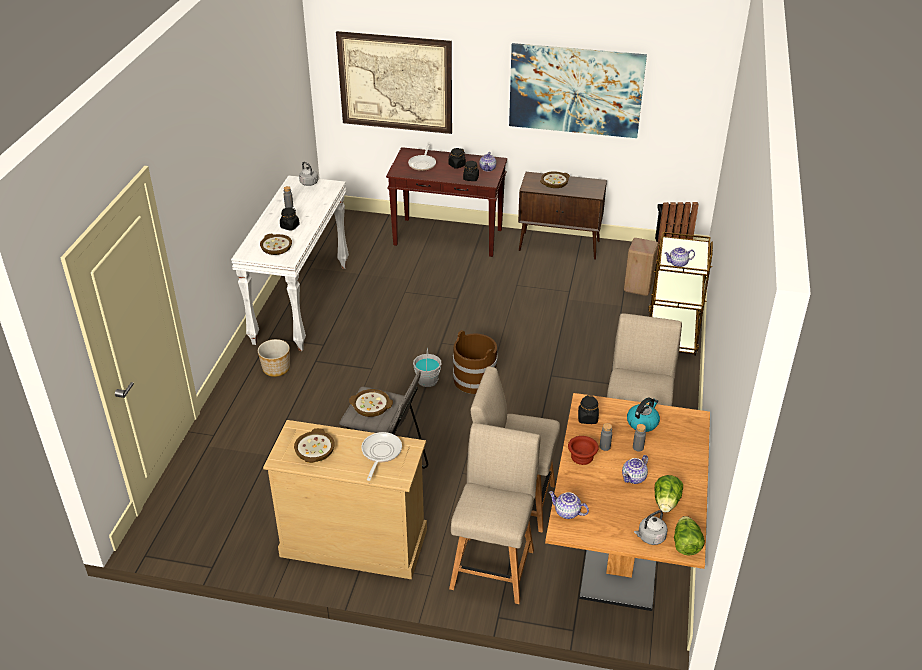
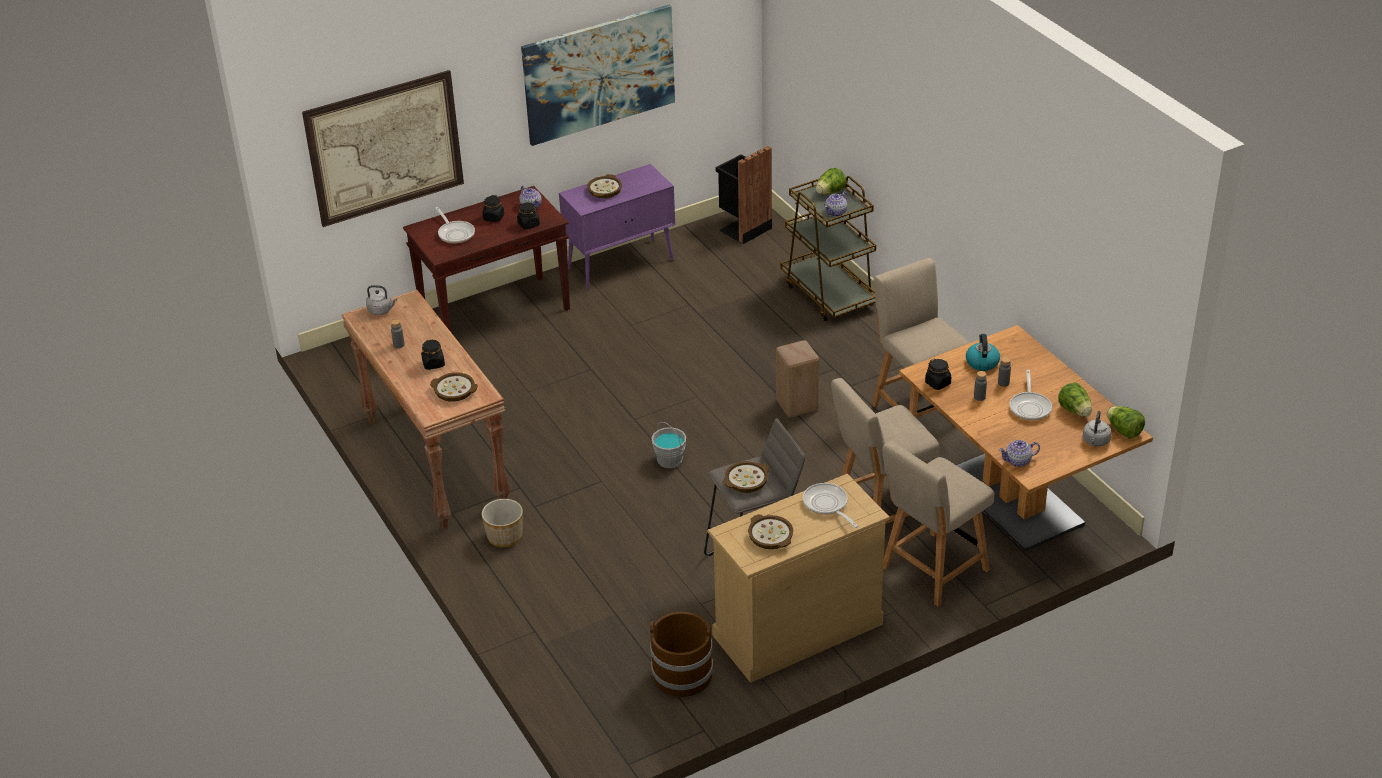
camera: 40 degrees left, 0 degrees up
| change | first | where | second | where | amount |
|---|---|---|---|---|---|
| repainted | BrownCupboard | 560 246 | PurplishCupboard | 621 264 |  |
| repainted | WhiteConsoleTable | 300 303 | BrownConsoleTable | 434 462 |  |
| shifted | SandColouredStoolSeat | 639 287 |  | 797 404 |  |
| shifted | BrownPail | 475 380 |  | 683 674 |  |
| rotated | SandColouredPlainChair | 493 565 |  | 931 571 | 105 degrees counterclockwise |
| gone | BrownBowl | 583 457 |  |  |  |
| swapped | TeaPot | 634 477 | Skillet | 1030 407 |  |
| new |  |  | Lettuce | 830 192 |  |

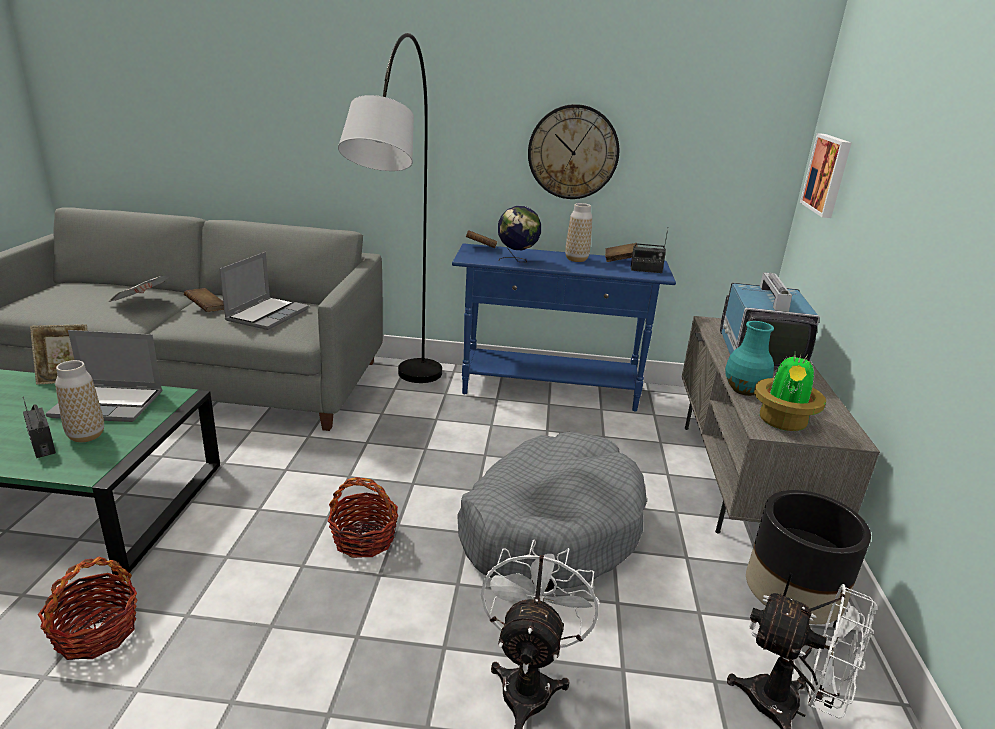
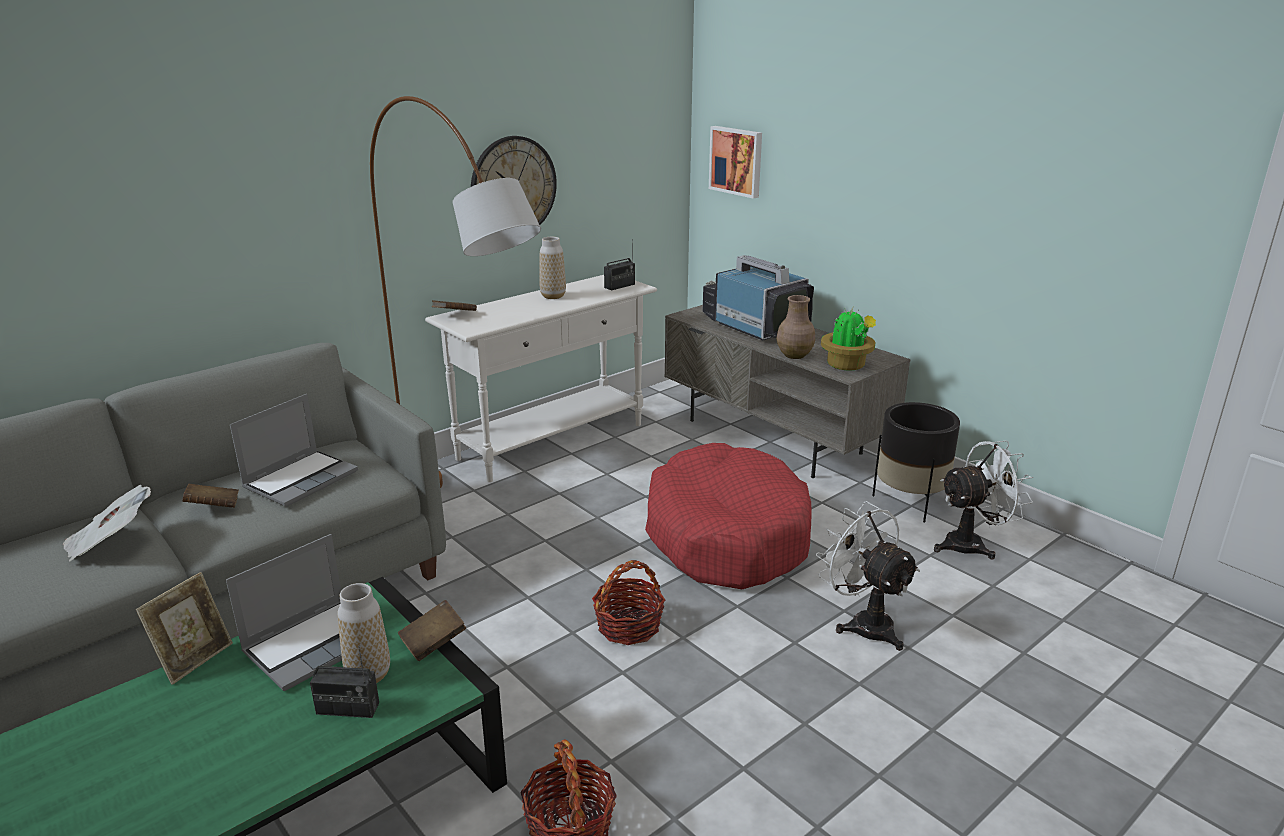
camera: 45 degrees left, 0 degrees up
| change | first | where | second | where | amount |
|---|---|---|---|---|---|
| repainted | GreyishFloorLamp | 401 413 | BrownFloorLamp | 469 526 |  |
| gone | Globe | 517 261 |  |  |  |
| repainted | BlueConsoleTable | 550 390 | WhiteConsoleTable | 552 442 |  |
| shifted | BrownBoundBook | 620 260 |  | 433 642 |  |
| rotated | NotebookComputer | 267 314 |  | 301 479 | 60 degrees clockwise |
| repainted | BlueGreenVase | 743 390 | BrownVase | 794 355 |  |
| repainted | GreyishDogBed | 550 527 | RedColouredDogBed | 726 536 |  |

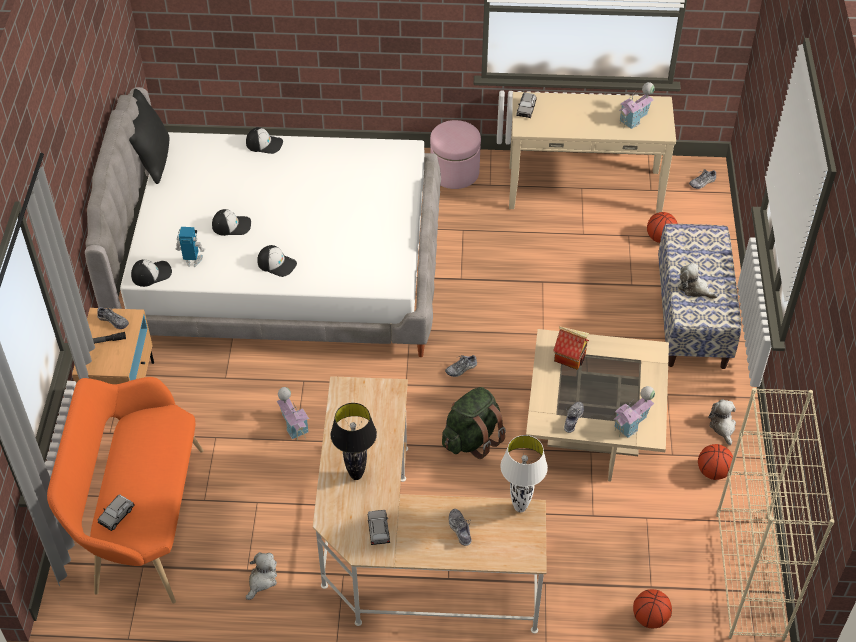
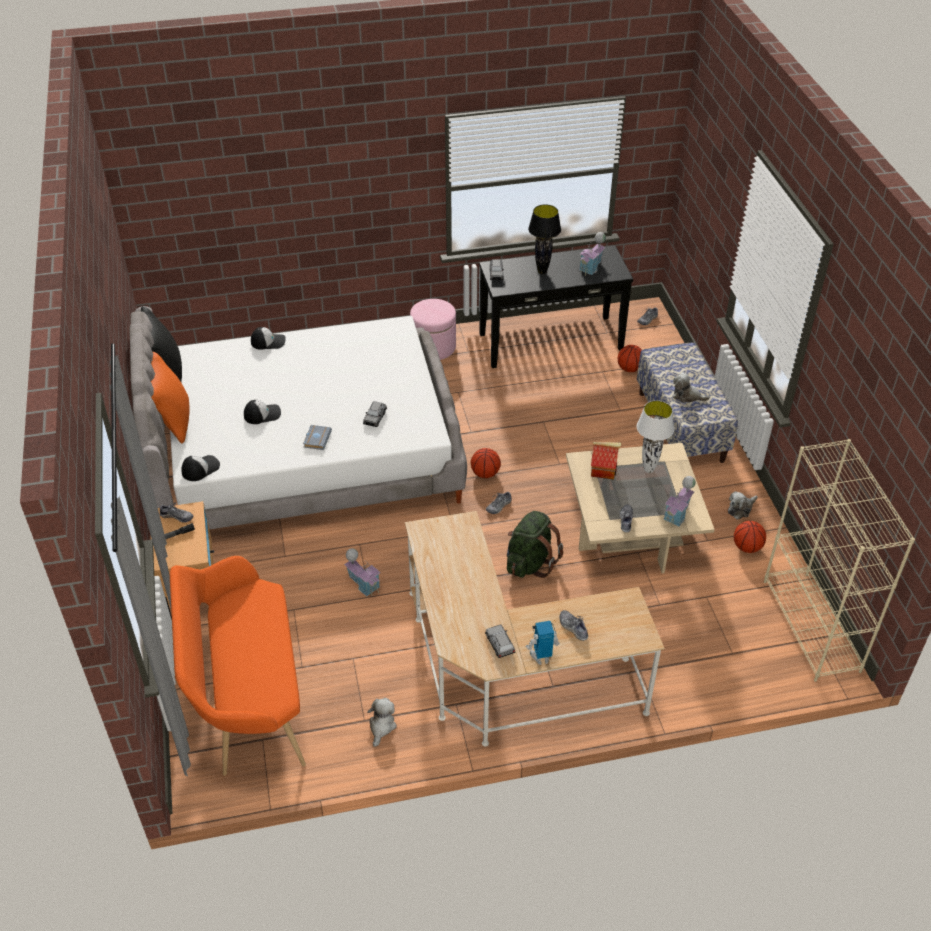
camera: 15 degrees left, 5 degrees down
| change | first | where | second | where | amount |
|---|---|---|---|---|---|
| repainted | SandColouredConsoleTable | 584 189 | BlackConsoleTable | 550 341 |  |
| shifted | RobotFigure | 192 261 |  | 541 657 |  |
| swapped | Cap | 277 264 | GreyishBoundBook | 316 439 |  |
| rotated | SoftToy | 722 427 |  | 740 509 | 105 degrees counterclockwise |
| shifted | BlackTableLamp | 356 475 |  | 542 272 |  |
| shifted | WhiteTableLamp | 519 507 |  | 648 469 |  |
| shifted | GreyishMiniatureCar | 116 515 |  | 375 418 |  |
| shifted | Basketball | 650 618 |  | 485 473 |  |
| new |  |  | OrangeColouredPillow | 173 421 |  |

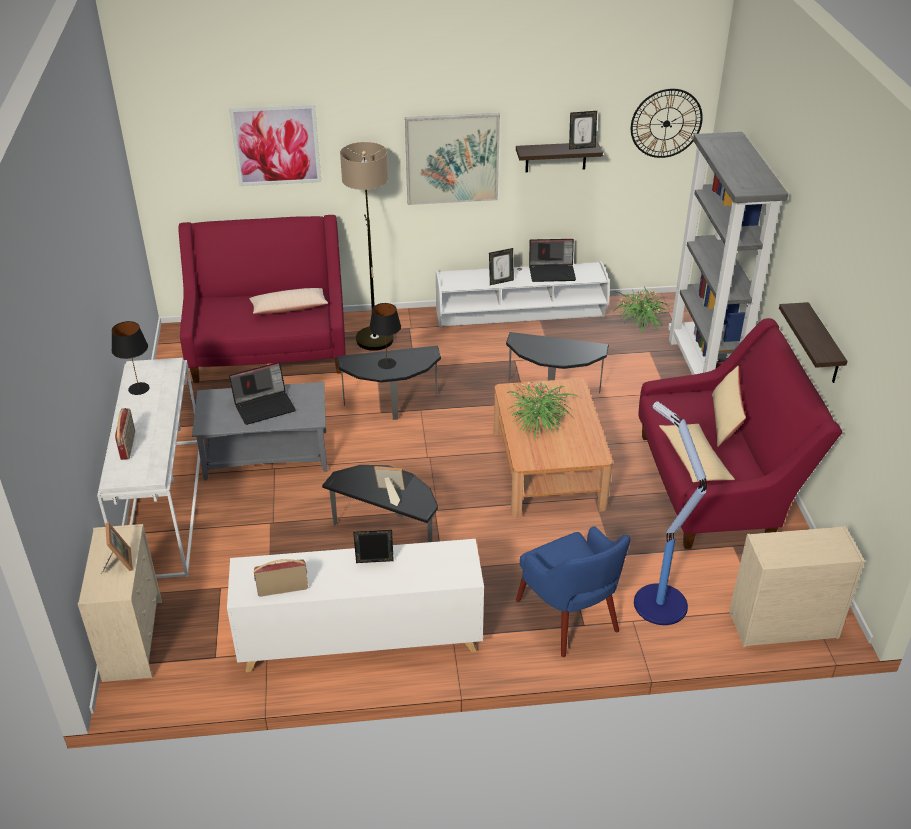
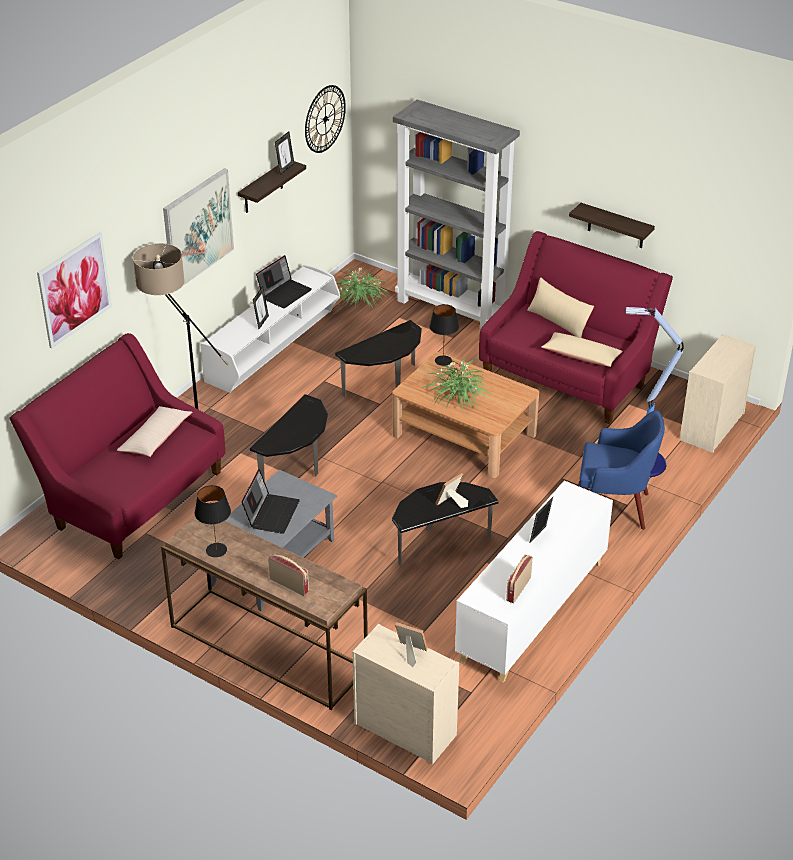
camera: 50 degrees left, 0 degrees up
| change | first | where | second | where | amount |
|---|---|---|---|---|---|
| shifted | BlackTableLamp | 386 363 |  | 443 360 |  |
| repainted | WhiteConsoleTable | 163 506 | BrownConsoleTable | 266 648 |  |

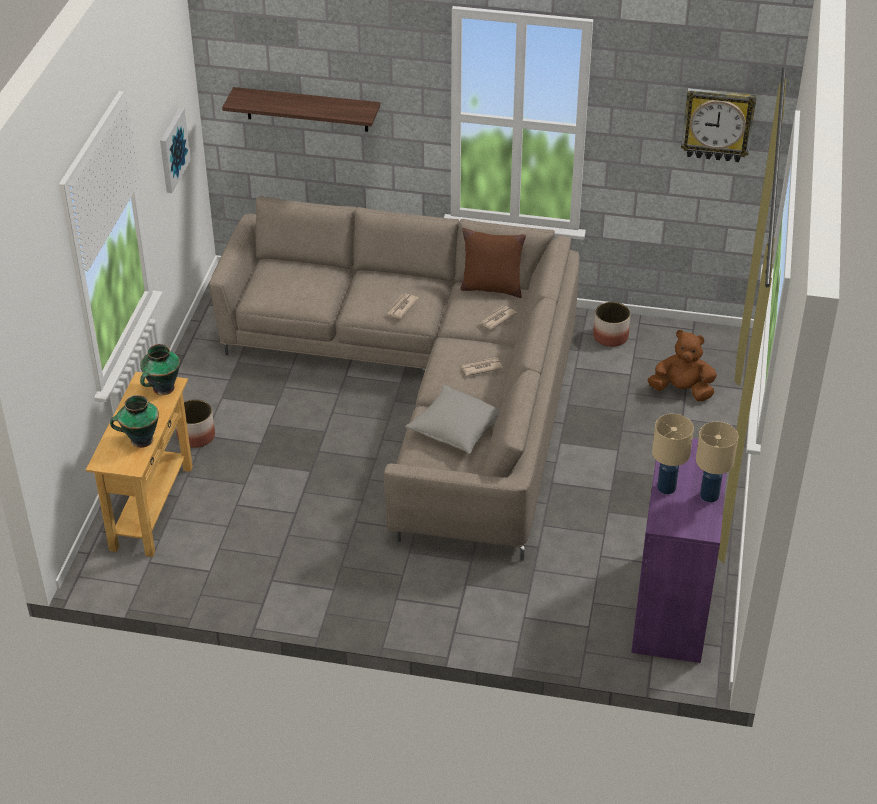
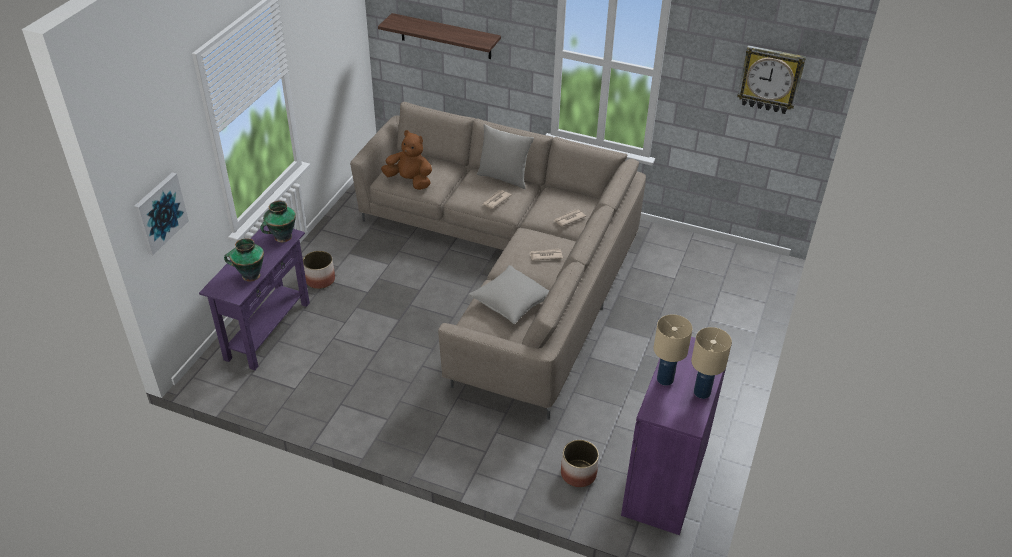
camera: 10 degrees right, 0 degrees up
| change | first | where | second | where | amount |
|---|---|---|---|---|---|
| shifted | WallPicture | 172 150 |  | 160 213 |  |
| gone | BrownPillow | 491 288 |  |  |  |
| shifted | FlowerPot | 610 336 |  | 578 473 |  |
| shifted | BrownSoftToy | 682 390 |  | 410 181 |  |
| repainted | SandColouredConsoleTable | 152 507 | PurplishConsoleTable | 268 330 |  |
| new |  |  | GreyishPillow | 504 178 |  |

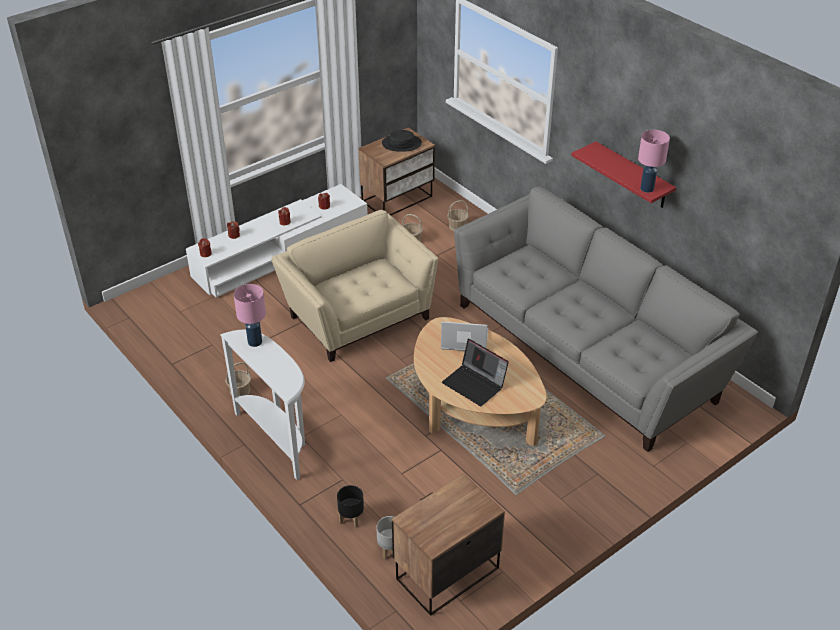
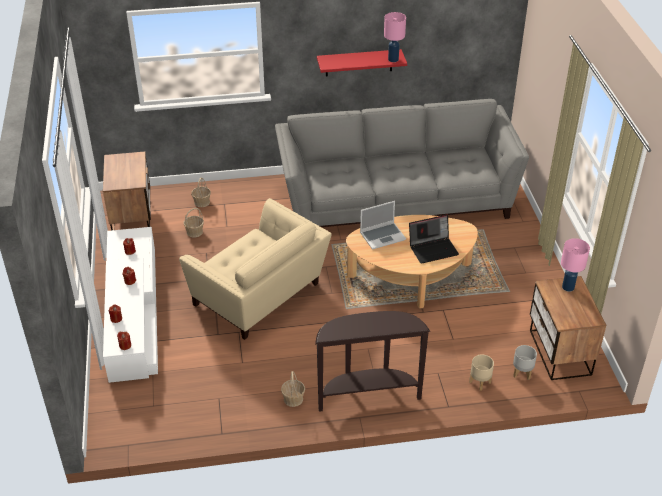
camera: 60 degrees left, 0 degrees up
| change | first | where | second | where | amount |
|---|---|---|---|---|---|
| gone | BlackWearableHat | 401 144 |  |  |  |
| rotated | SandColouredArmchair | 357 315 |  | 259 296 | 135 degrees counterclockwise |
| shifted | PinkColouredTableLamp | 255 342 |  | 568 287 |  |
| rotated | NotebookComputer | 463 341 |  | 383 236 | 150 degrees counterclockwise |
| repainted | WhiteConsoleTable | 277 438 | BrownConsoleTable | 367 395 |  |
| repainted | BlackFlowerPot | 351 517 | SandColouredFlowerPot | 479 382 |  |

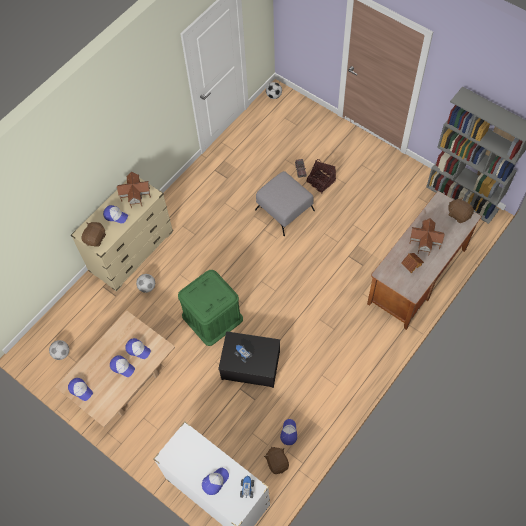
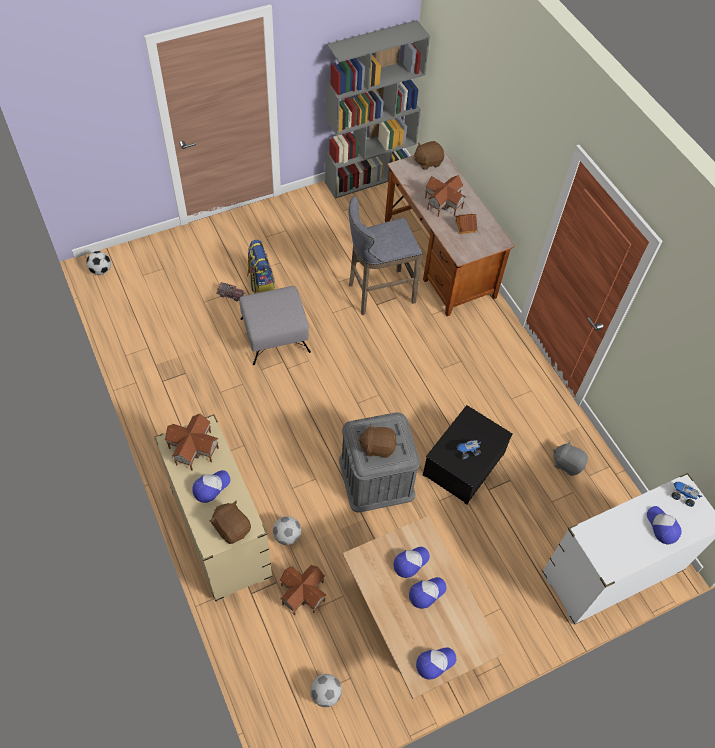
camera: 70 degrees left, 5 degrees down
| change | first | where | second | where | amount |
|---|---|---|---|---|---|
| swapped | StorageBasket | 321 181 | Knapsack | 261 283 |  |
| repainted | GreenishStorageBin | 212 317 | GreyishStorageBin | 376 477 |  |
| swapped | Cap | 288 433 | GreyishSoftToy | 567 463 |  |
| shifted | BrownSoftToy | 277 462 |  | 377 447 |  |
| new |  |  | GreyishStoolSeat | 378 294 |  |
| new |  |  | ToyHouse | 302 593 |  |

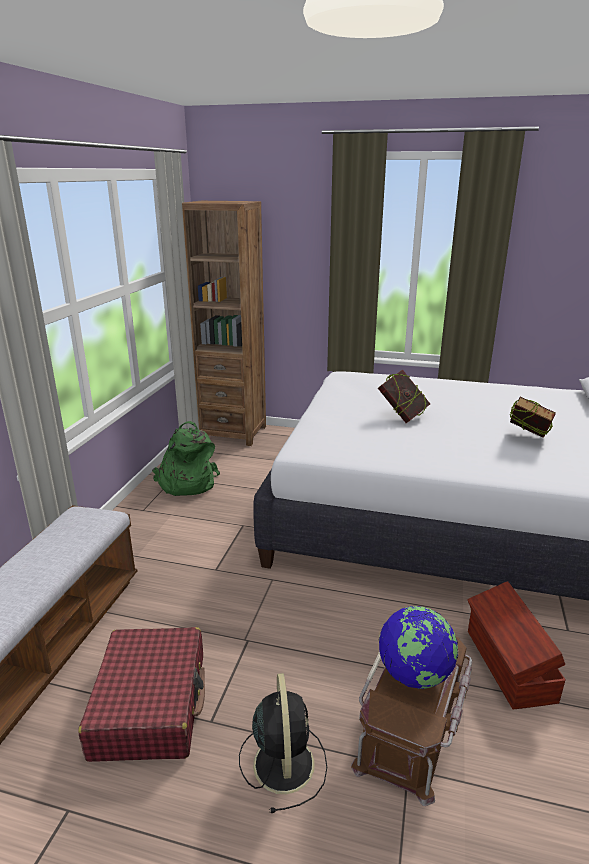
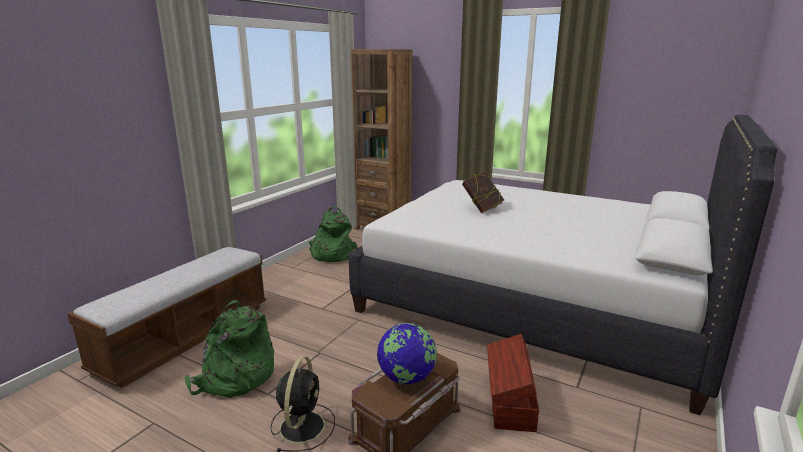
camera: 15 degrees right, 5 degrees down
| change | first | where | second | where | amount |
|---|---|---|---|---|---|
| gone | BoundBook | 527 439 |  |  |  |
| swapped | RedColouredSuitcase | 150 705 | GreenishKnapsack | 234 377 |  |

